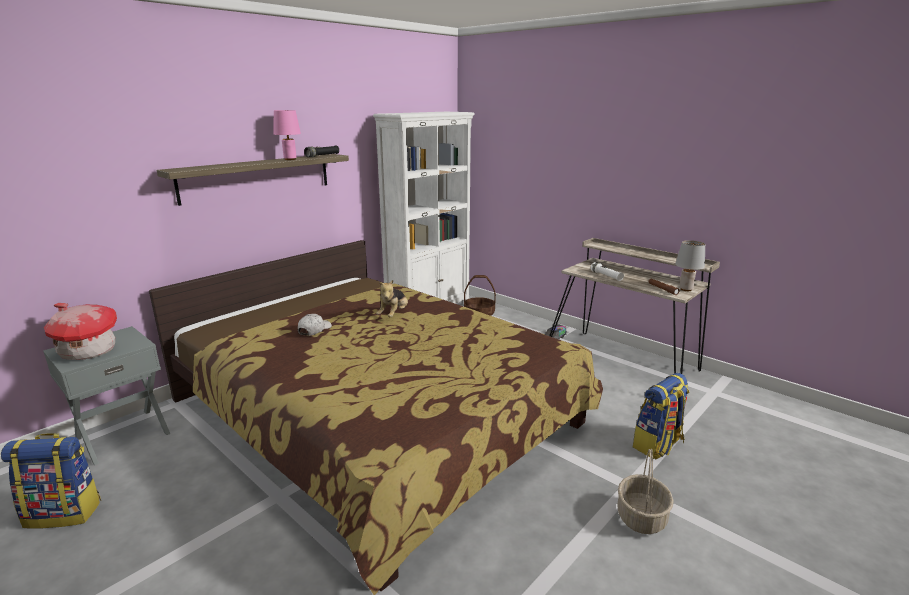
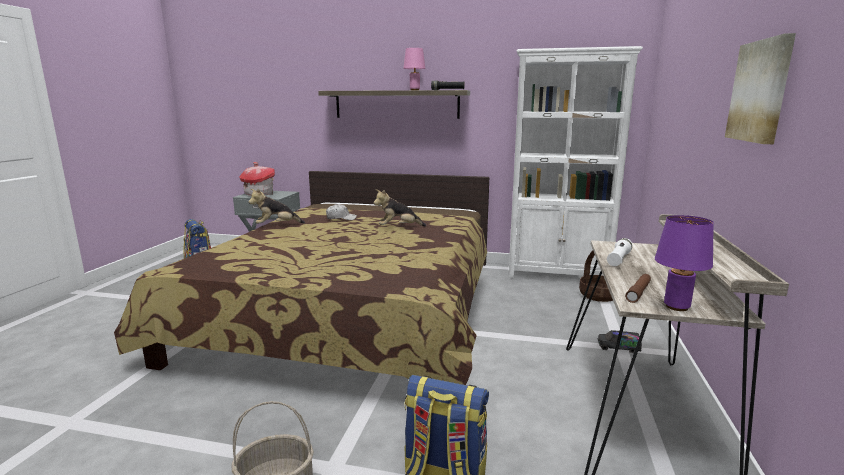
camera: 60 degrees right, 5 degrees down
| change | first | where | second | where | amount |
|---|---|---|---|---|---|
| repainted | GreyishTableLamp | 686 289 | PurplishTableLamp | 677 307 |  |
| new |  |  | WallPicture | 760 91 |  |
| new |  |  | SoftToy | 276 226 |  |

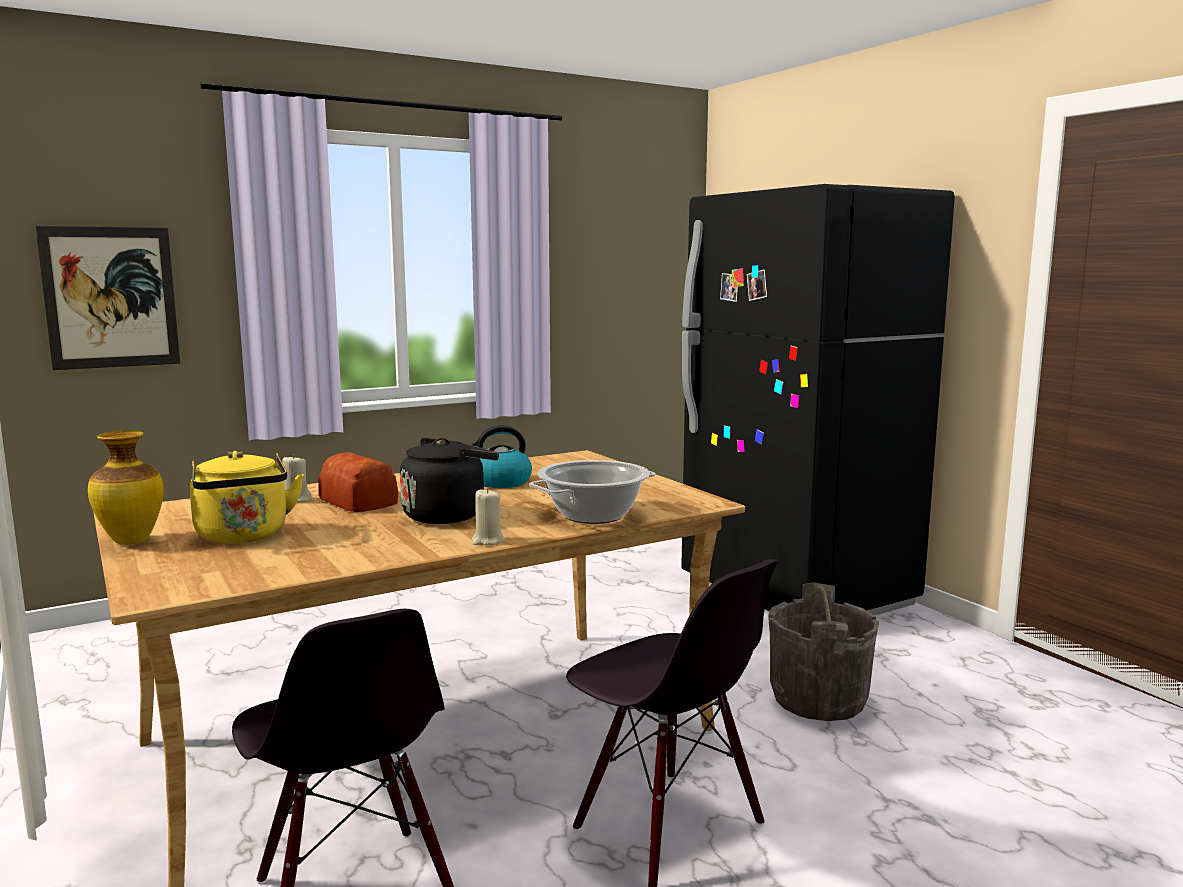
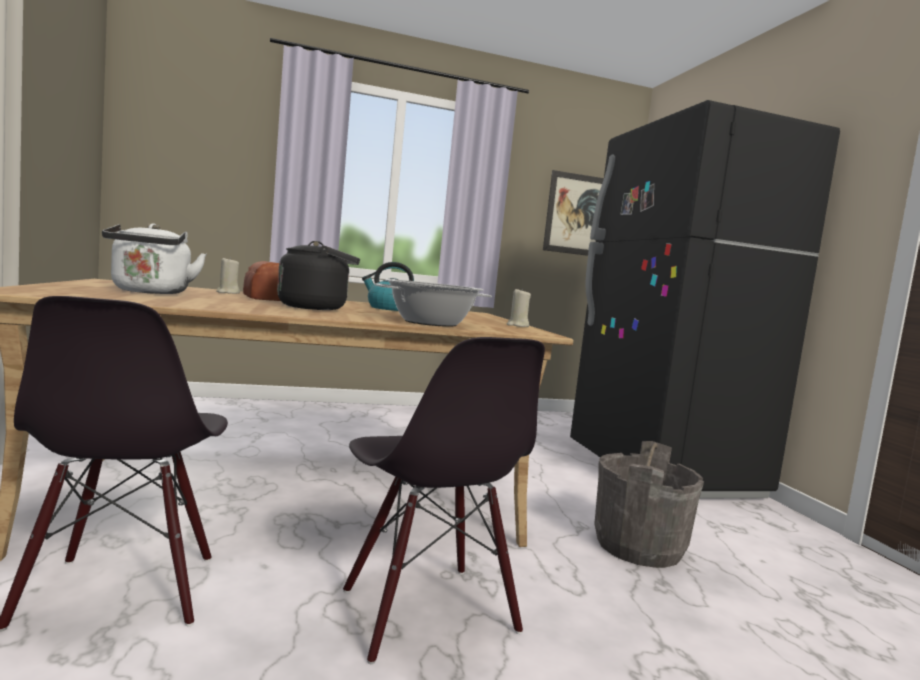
camera: 15 degrees right, 5 degrees down
| change | first | where | second | where | amount |
|---|---|---|---|---|---|
| shifted | WallPicture | 111 297 |  | 577 214 |  |
| gone | Vase | 130 541 |  |  |  |
| repainted | YellowColouredKettle | 244 536 | WhiteKettle | 150 292 |  |
| shifted | SandColouredCandle | 488 541 |  | 517 325 |  |

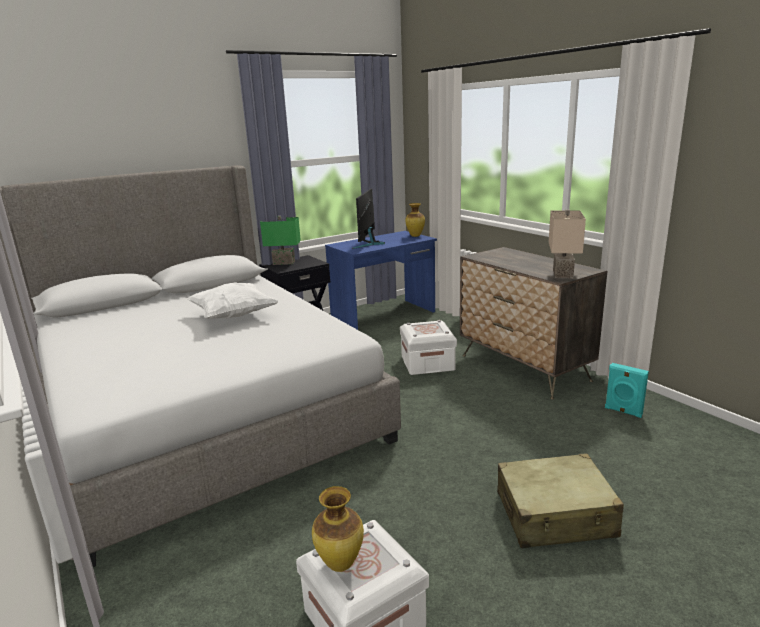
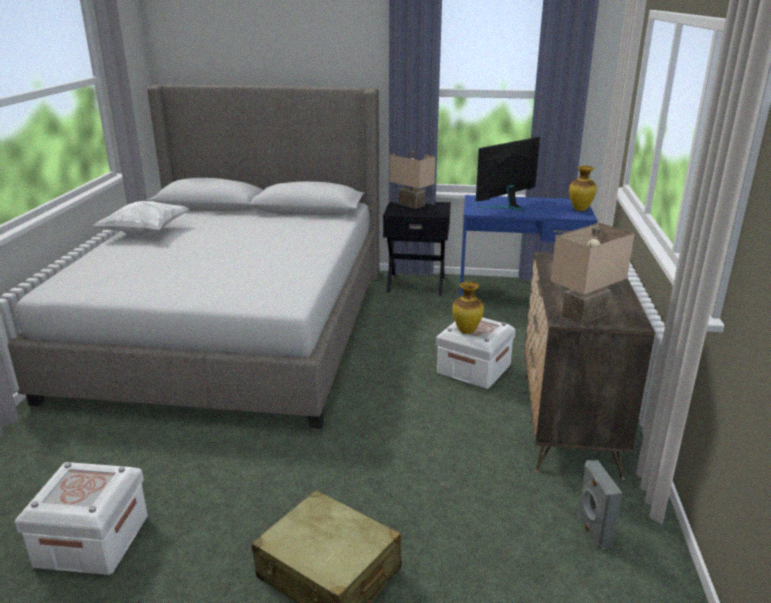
camera: 40 degrees right, 5 degrees up
| change | first | where | second | where | amount |
|---|---|---|---|---|---|
| repainted | GreenishTableLamp | 284 262 | SandColouredTableLamp | 412 204 |  |
| shifted | WhitePillow | 234 316 |  | 145 232 |  |
| repainted | BlueGreenAudioSpeaker | 623 411 | GreyishAudioSpeaker | 592 531 |  |
| shifted | Vase | 341 564 |  | 467 331 |  |

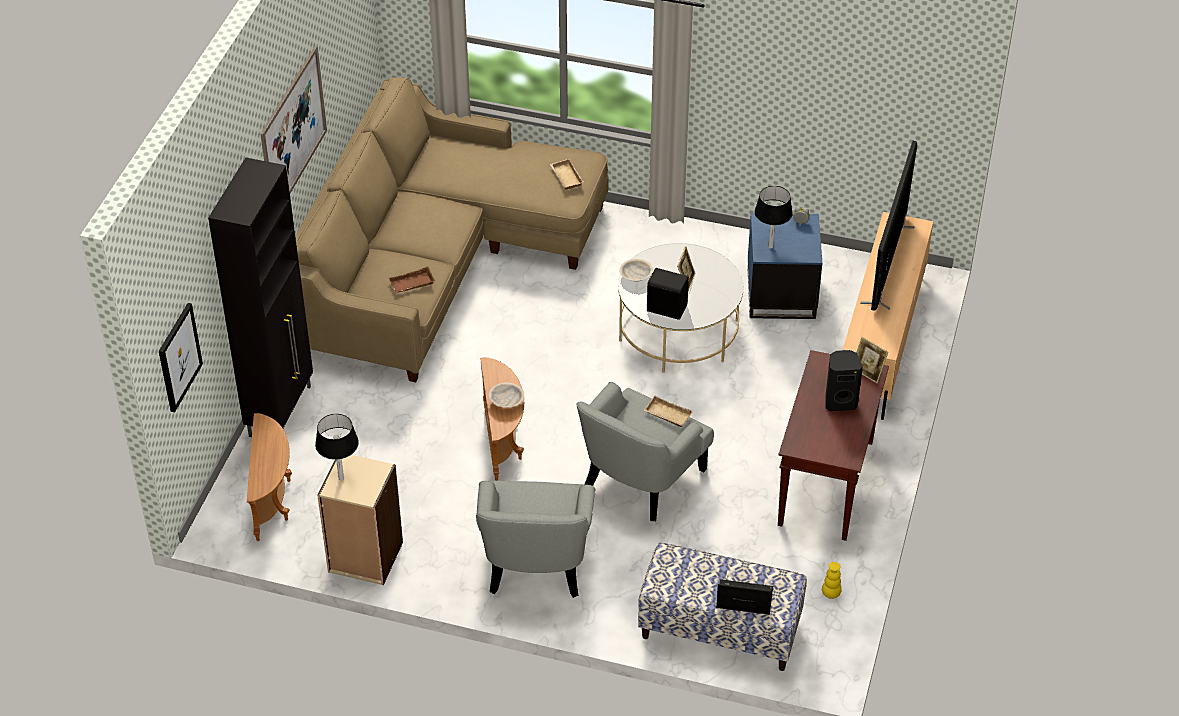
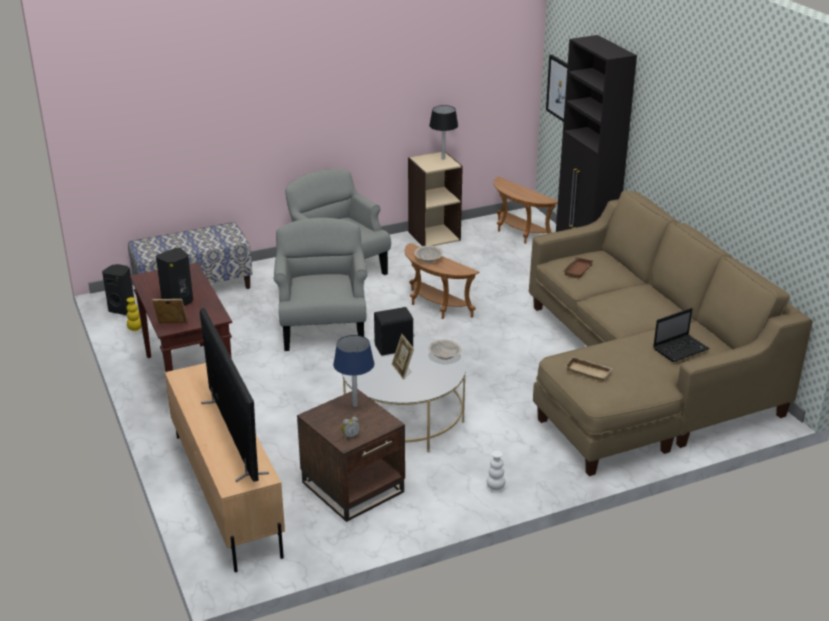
camera: 140 degrees right, 15 degrees down
| change | first | where | second | where | amount |
|---|---|---|---|---|---|
| gone | WallPicture | 293 132 |  |  |  |
| repainted | BlackTableLamp | 770 247 | BlueTableLamp | 355 405 |  |
| repainted | BlueEndTable | 780 294 | BrownEndTable | 353 487 |  |
| gone | SandColouredCarryingTray | 667 415 |  |  |  |
| shifted | NotebookComputer | 743 599 |  | 681 348 |  |
| new |  |  | BlackAudioSpeaker | 123 309 |  |
| new |  |  | WhiteVase | 495 487 |  |

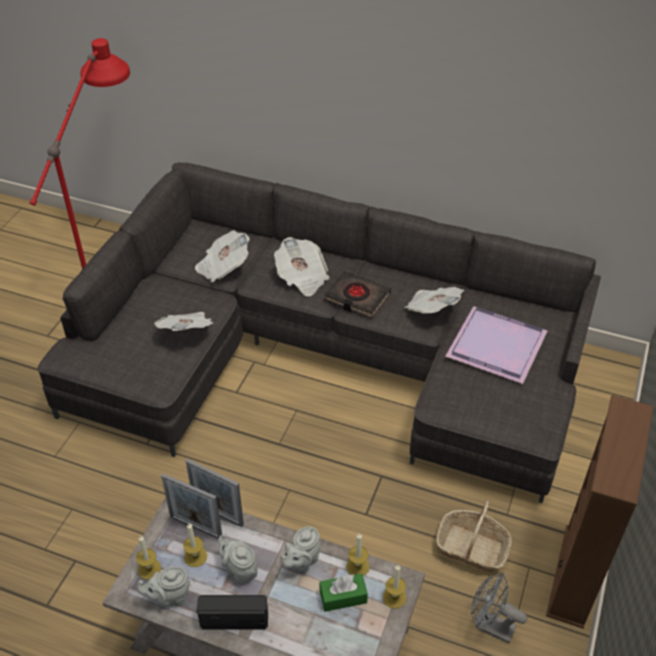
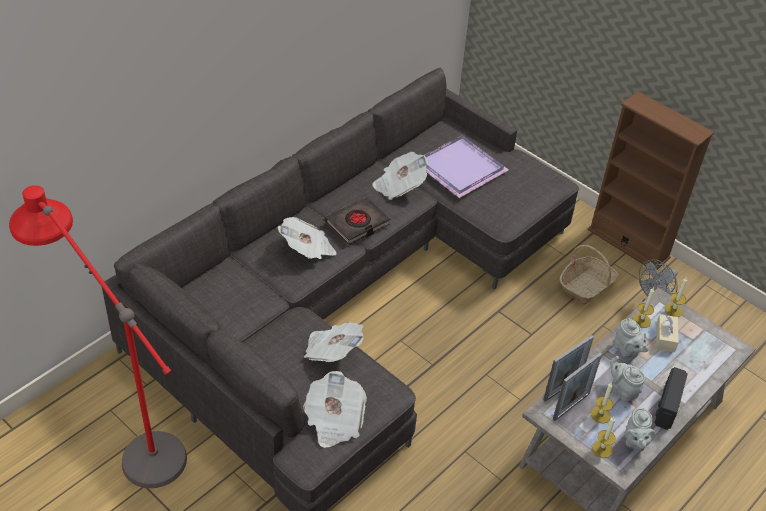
camera: 70 degrees left, 0 degrees up
| change | first | where | second | where | amount |
|---|---|---|---|---|---|
| shifted | Newspaper | 223 267 |  | 334 421 |  |
| rotated | GreyishTeaPot | 240 570 |  | 622 390 | 75 degrees clockwise |
| repainted | GreenishBoxOfTissues | 343 597 | SandColouredBoxOfTissues | 665 337 |  |

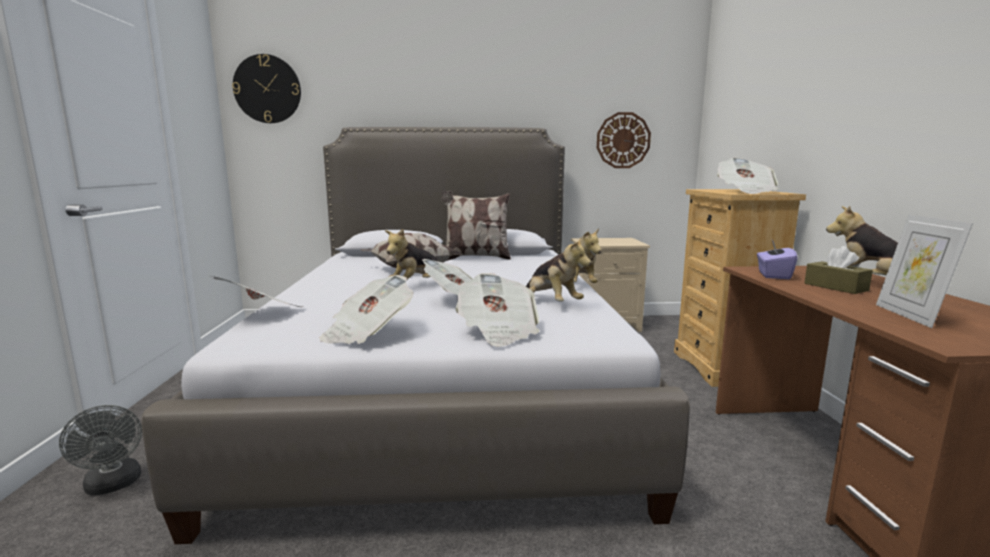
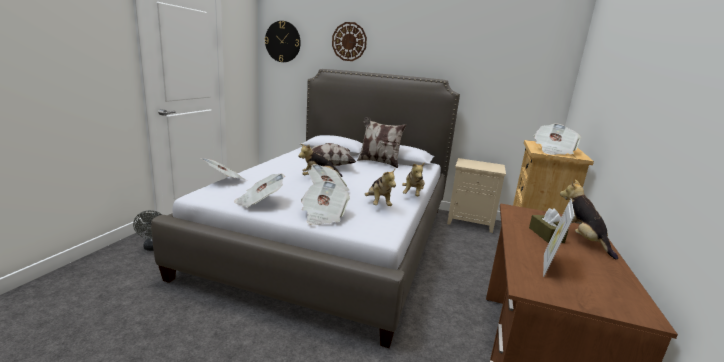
camera: 20 degrees right, 5 degrees up
| change | first | where | second | where | amount |
|---|---|---|---|---|---|
| shifted | ClockOnTheWall | 623 140 |  | 349 41 |  |
| gone | PurplishBoxOfTissues | 773 275 |  |  |  |

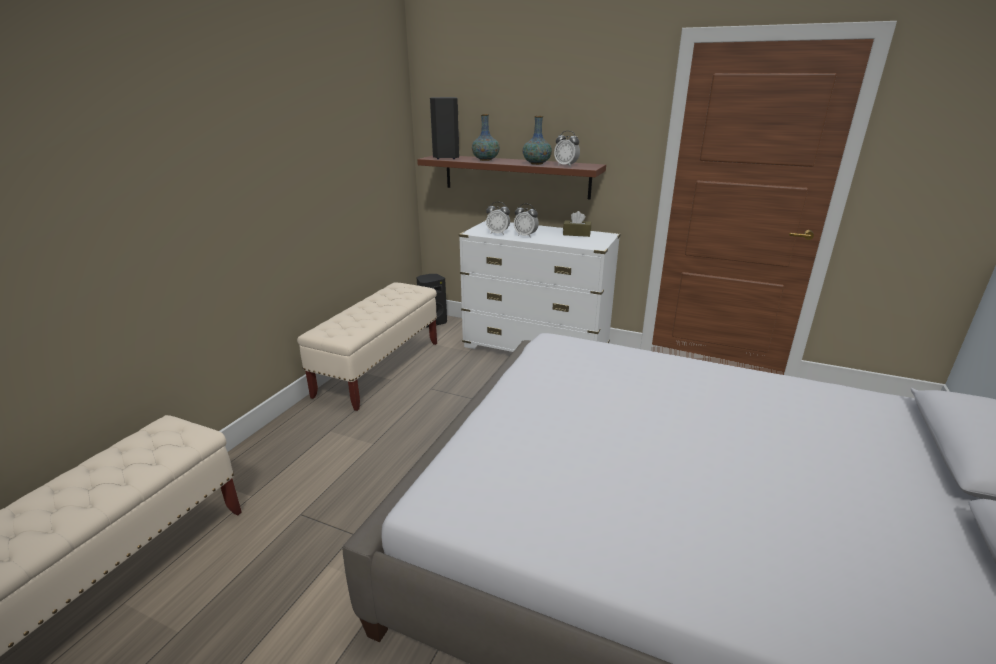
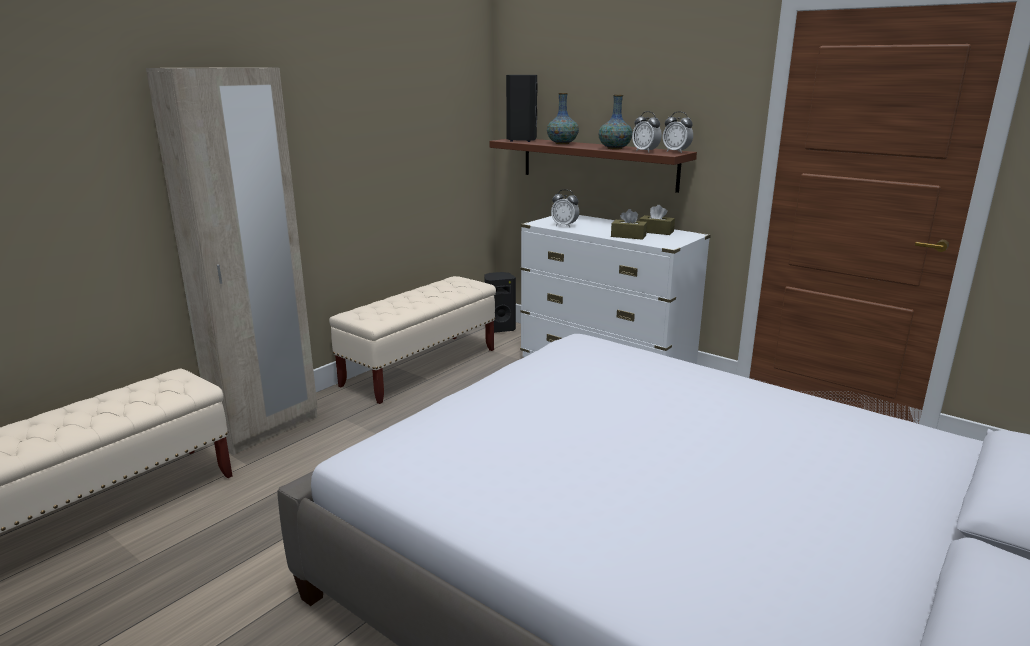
camera: 15 degrees right, 5 degrees down
| change | first | where | second | where | amount |
|---|---|---|---|---|---|
| shifted | AlarmClock | 525 236 |  | 676 152 |  |
| new |  |  | SandColouredWardrobe | 267 429 |  |
| new |  |  | BrownBoxOfTissues | 628 236 |  |

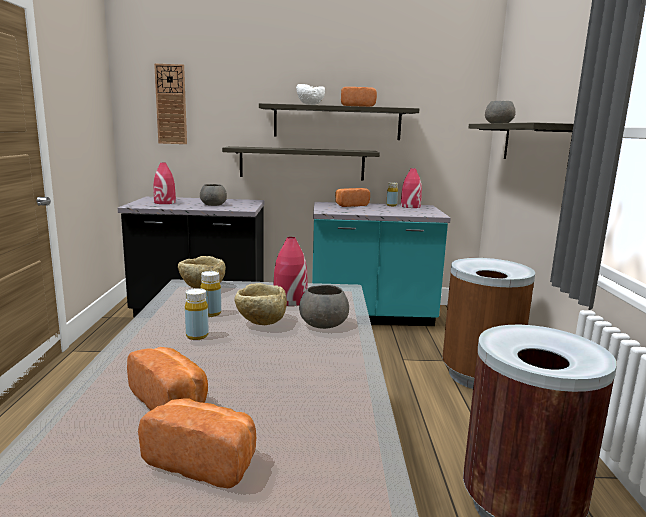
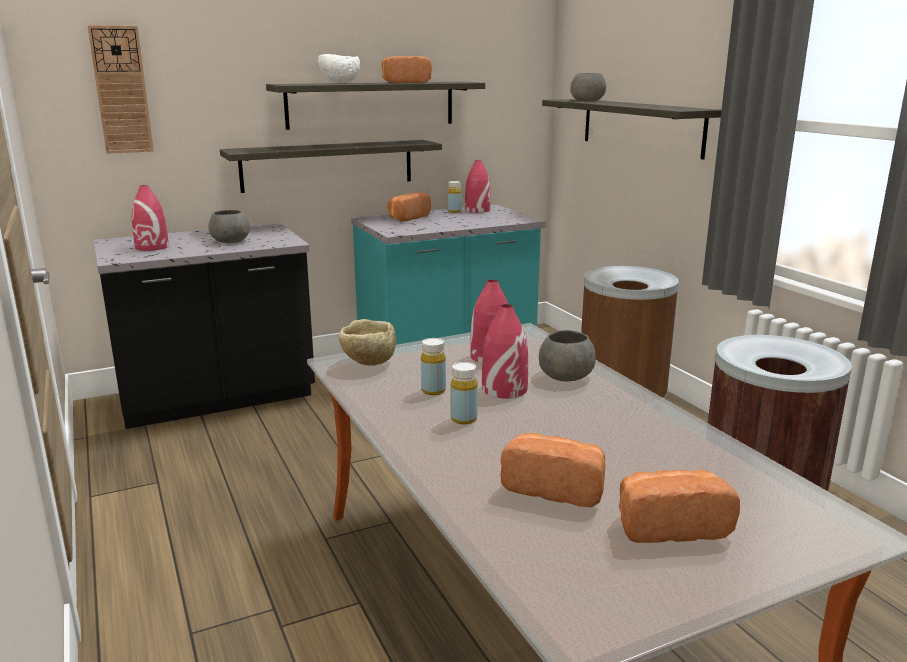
camera: 25 degrees left, 5 degrees up
| change | first | where | second | where | amount |
|---|---|---|---|---|---|
| swapped | SandColouredBowl | 261 323 | RedColouredVase | 504 389 |  |

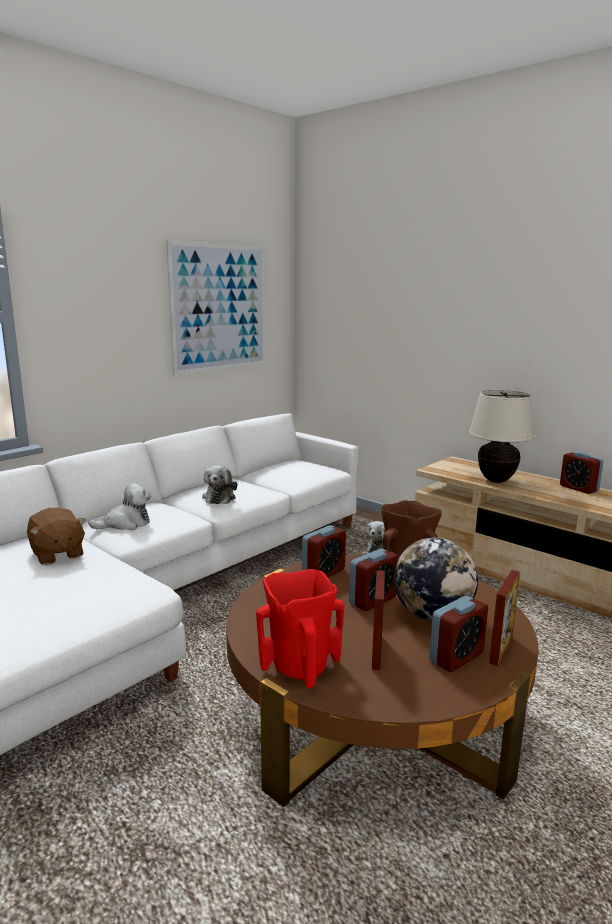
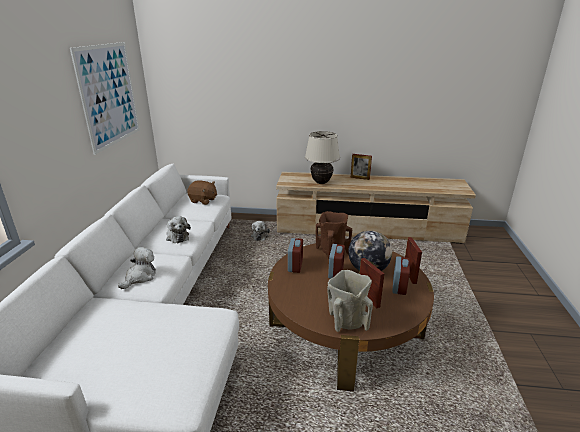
camera: 35 degrees left, 10 degrees up
| change | first | where | second | where | amount |
|---|---|---|---|---|---|
| swapped | AlarmClock | 578 488 | PhotoFrame | 360 178 |  |
| shifted | BrownSoftToy | 57 554 |  | 203 200 |  |
| repainted | RedColouredVase | 299 665 | SandColouredVase | 347 321 |  |

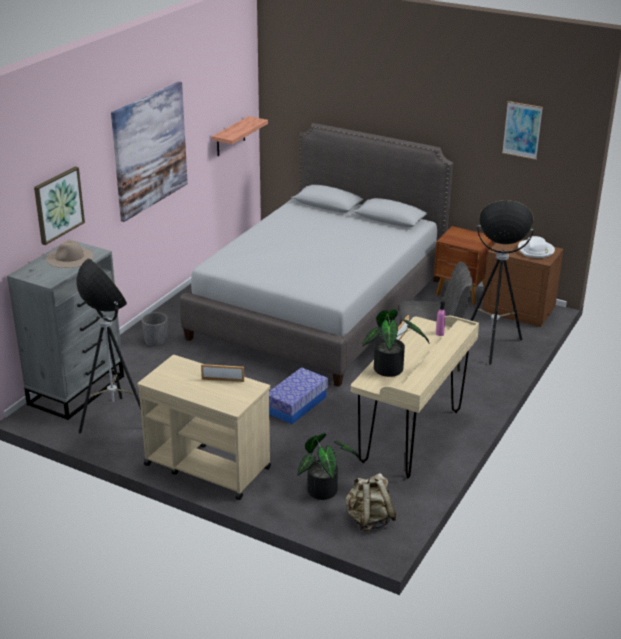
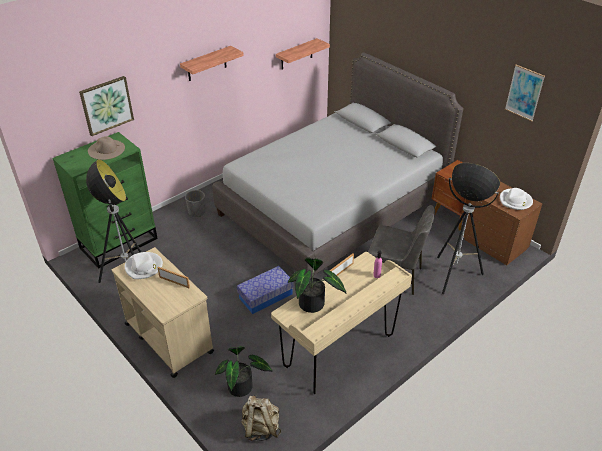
camera: 20 degrees right, 10 degrees up
| change | first | where | second | where | amount |
|---|---|---|---|---|---|
| swapped | WallPicture | 150 150 | BracketShelf | 206 64 |  |
| repainted | GreyishChestOfDrawers | 77 390 | GreenishChestOfDrawers | 119 243 |  |
| new |  |  | WhiteWearableHat | 144 267 |  |

